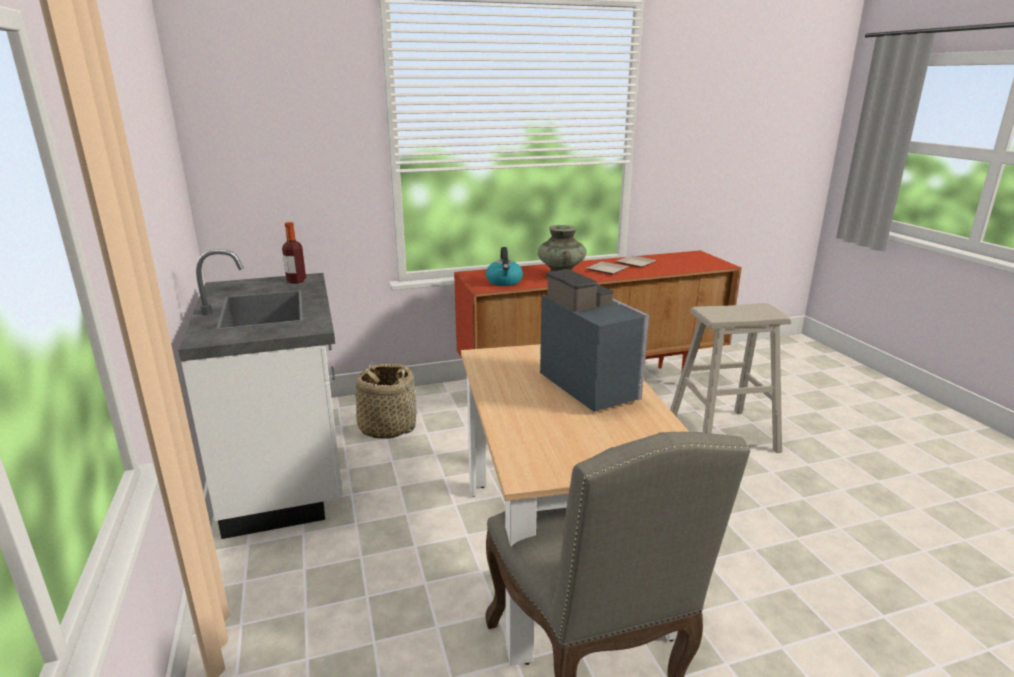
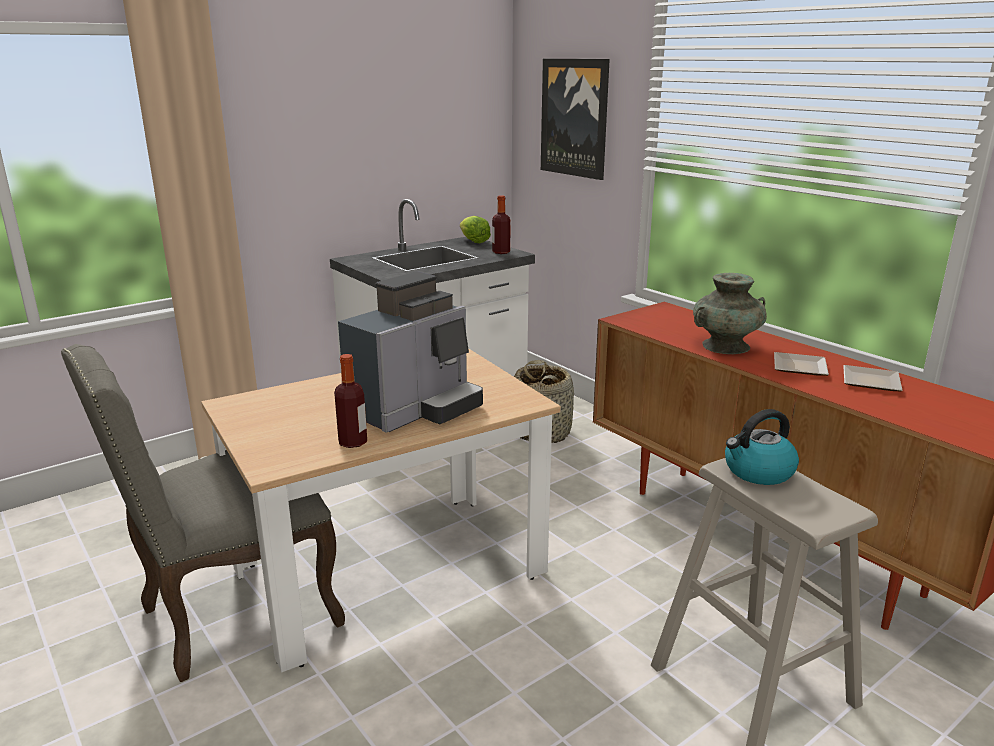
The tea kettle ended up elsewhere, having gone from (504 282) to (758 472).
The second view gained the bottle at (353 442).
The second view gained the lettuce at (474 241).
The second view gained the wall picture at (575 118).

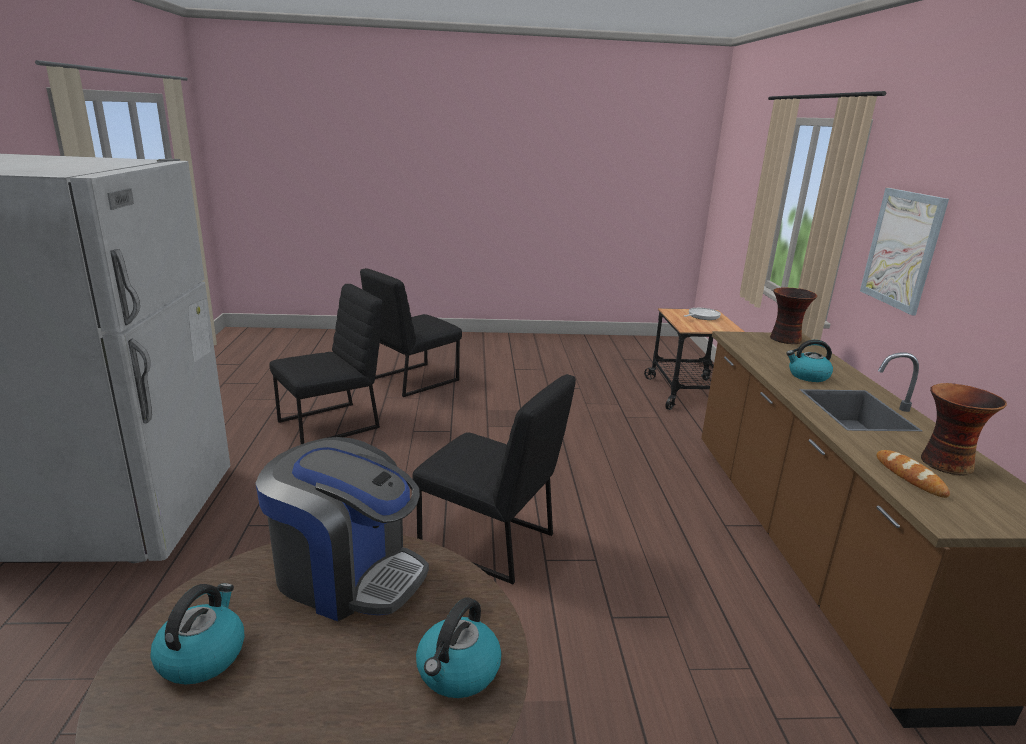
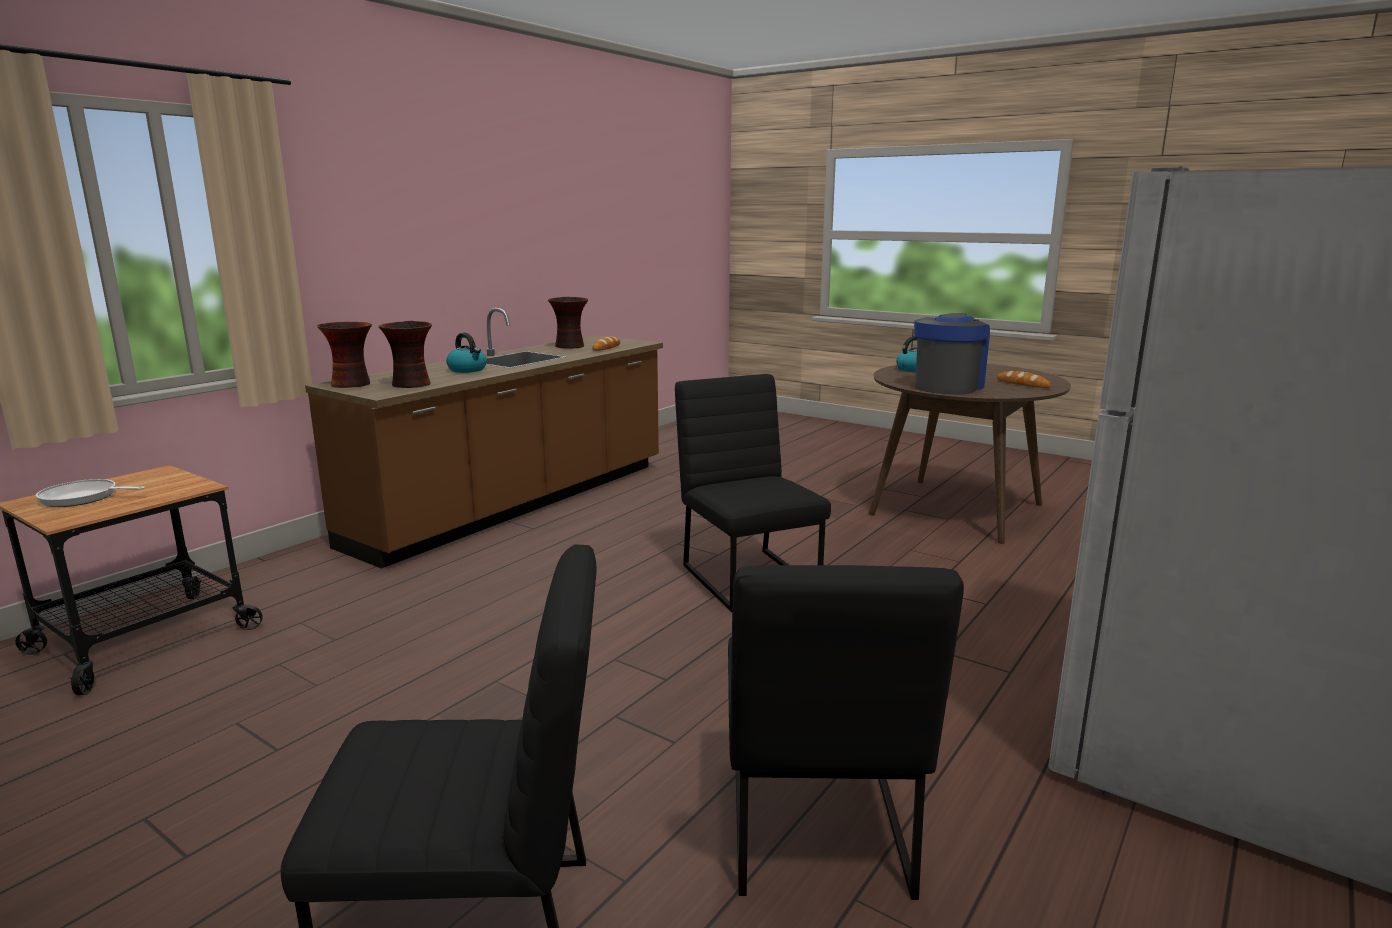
Where the tea kettle stood at (202 655), the baked bread came to stand at (1022 384).
The coffee maker at (347 574) ended up facing another way, 60 degrees clockwise from before.
The upright chair (blackish) at (332 424) ended up facing another way, 90 degrees counterclockwise from before.
The second view lost the wall picture at (902 249).
The second view gained the vase at (411 384).

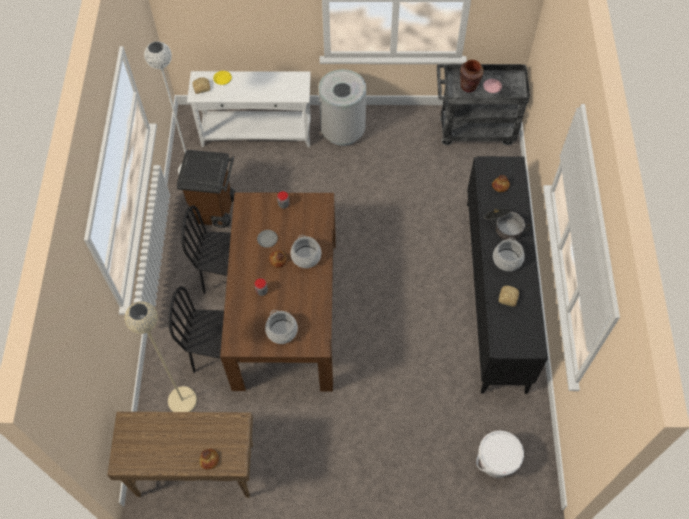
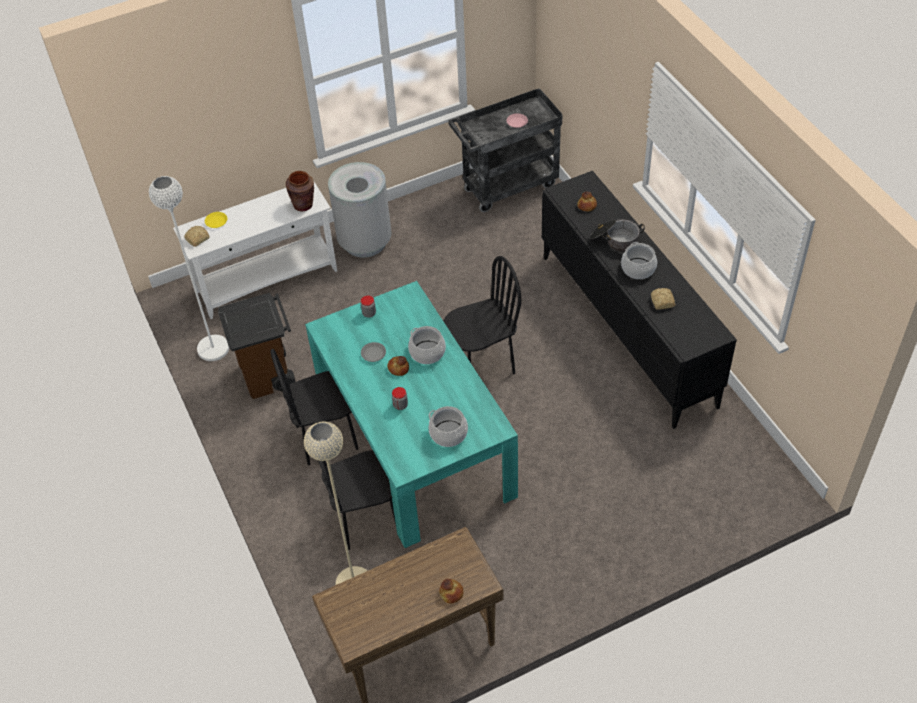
What was the kitchen table (brown) at (286 310) turned into the kitchen table (turquoise) at (414 441).
The vase (brown) ended up elsewhere, having gone from (468 86) to (303 205).
The second view lost the pail (white) at (496 461).
The second view gained the upright chair (blackish) at (482 365).

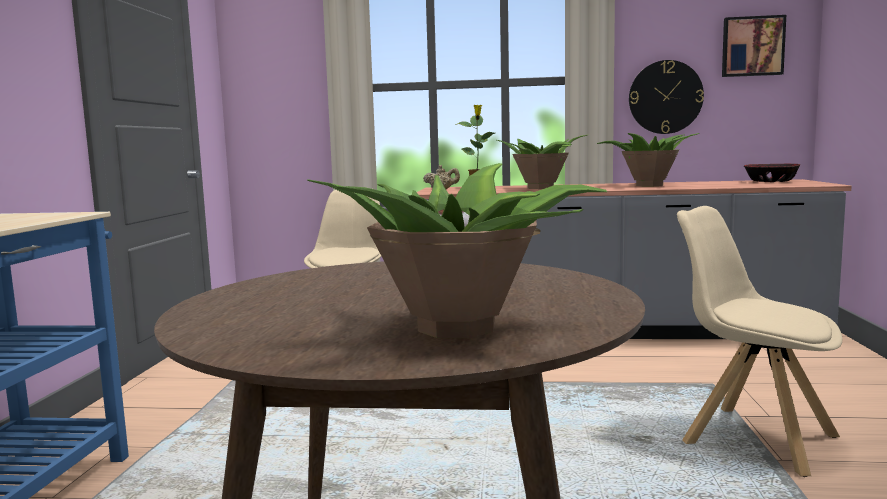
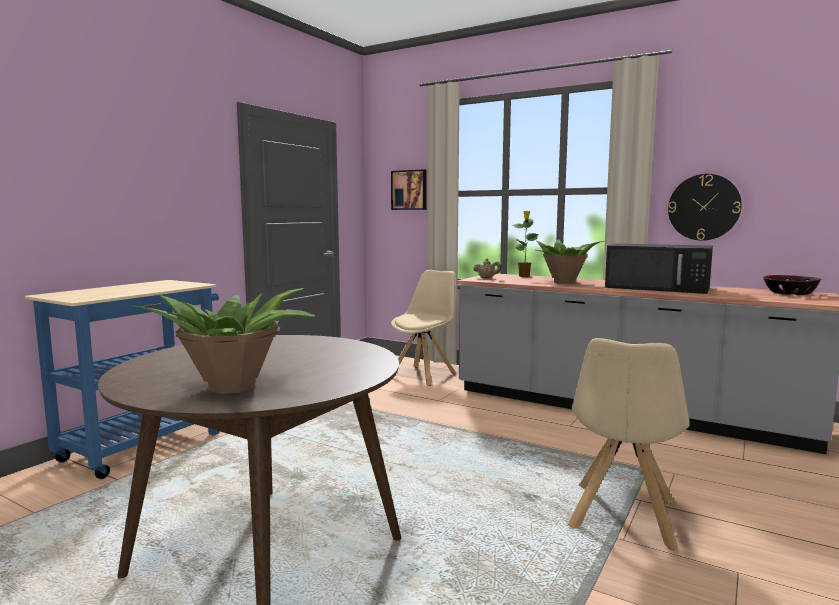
Where the houseplant stood at (648 185), the microwave oven (blackish) came to stand at (658 287).
The upright chair (sand-coloured) at (752 437) ended up facing another way, 135 degrees counterclockwise from before.
The wall picture ended up elsewhere, having gone from (752 46) to (409 190).

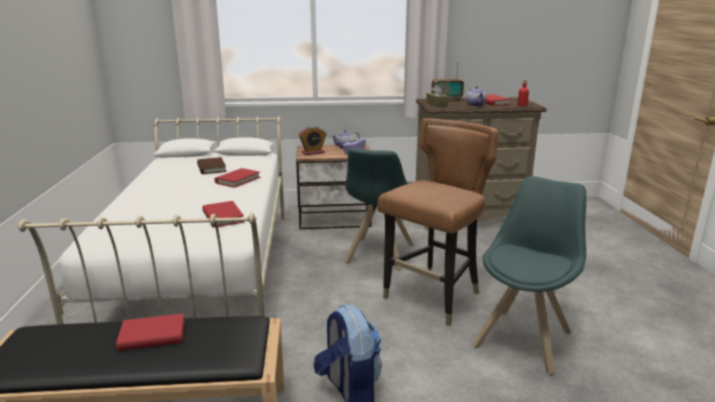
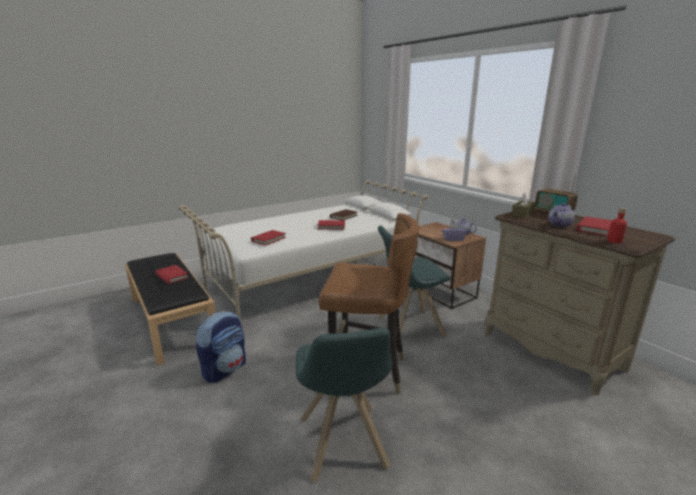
The second view lost the alarm clock at (313 152).
The upright chair (turquoise) at (524 339) ended up facing another way, 75 degrees clockwise from before.

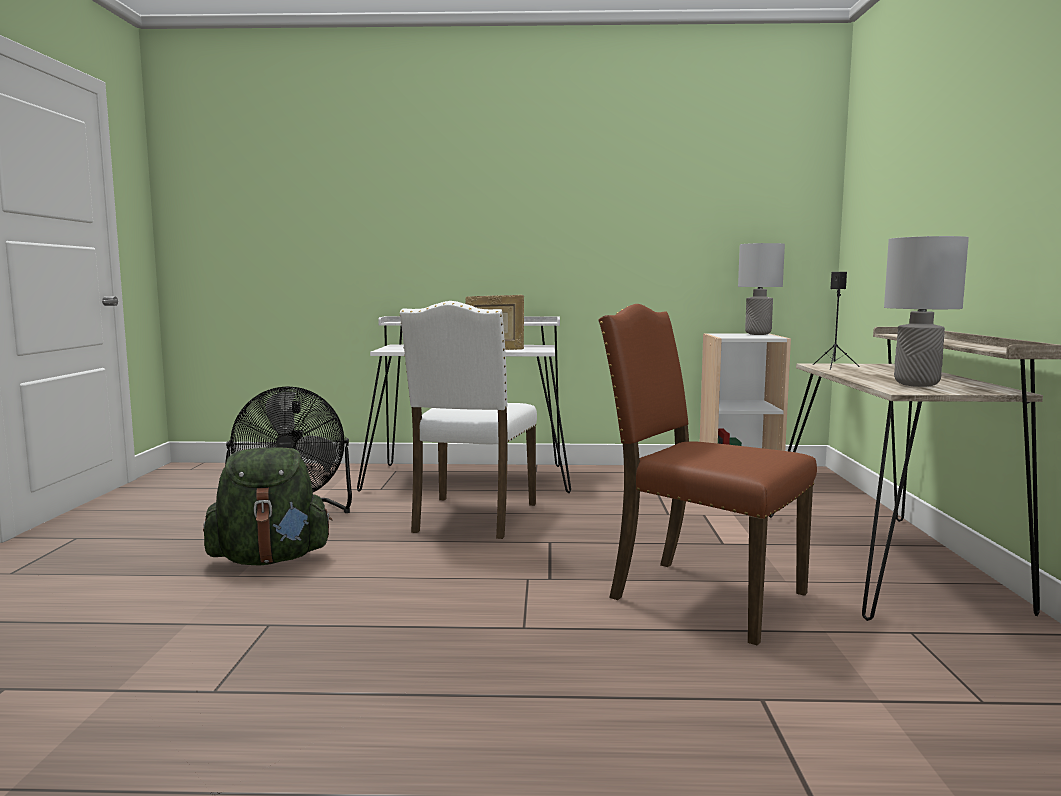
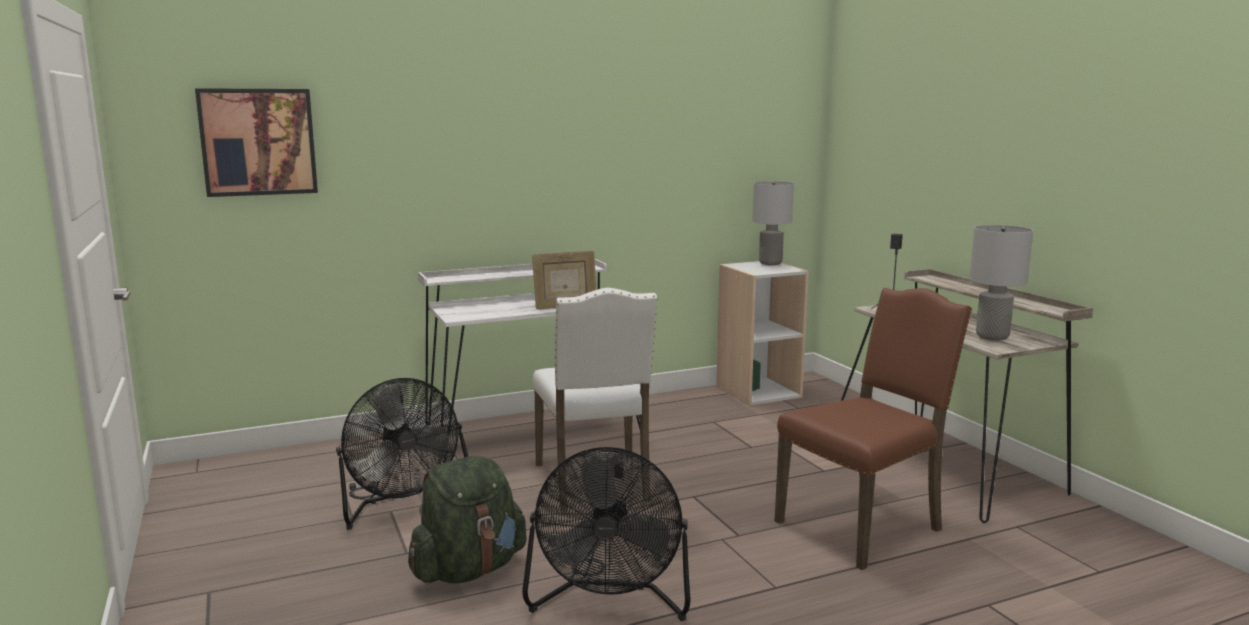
The upright chair (brown) at (702 596) ended up facing another way, 135 degrees clockwise from before.
The second view gained the wall picture at (258 142).
The second view gained the cooling fan (blackish) at (604 597).

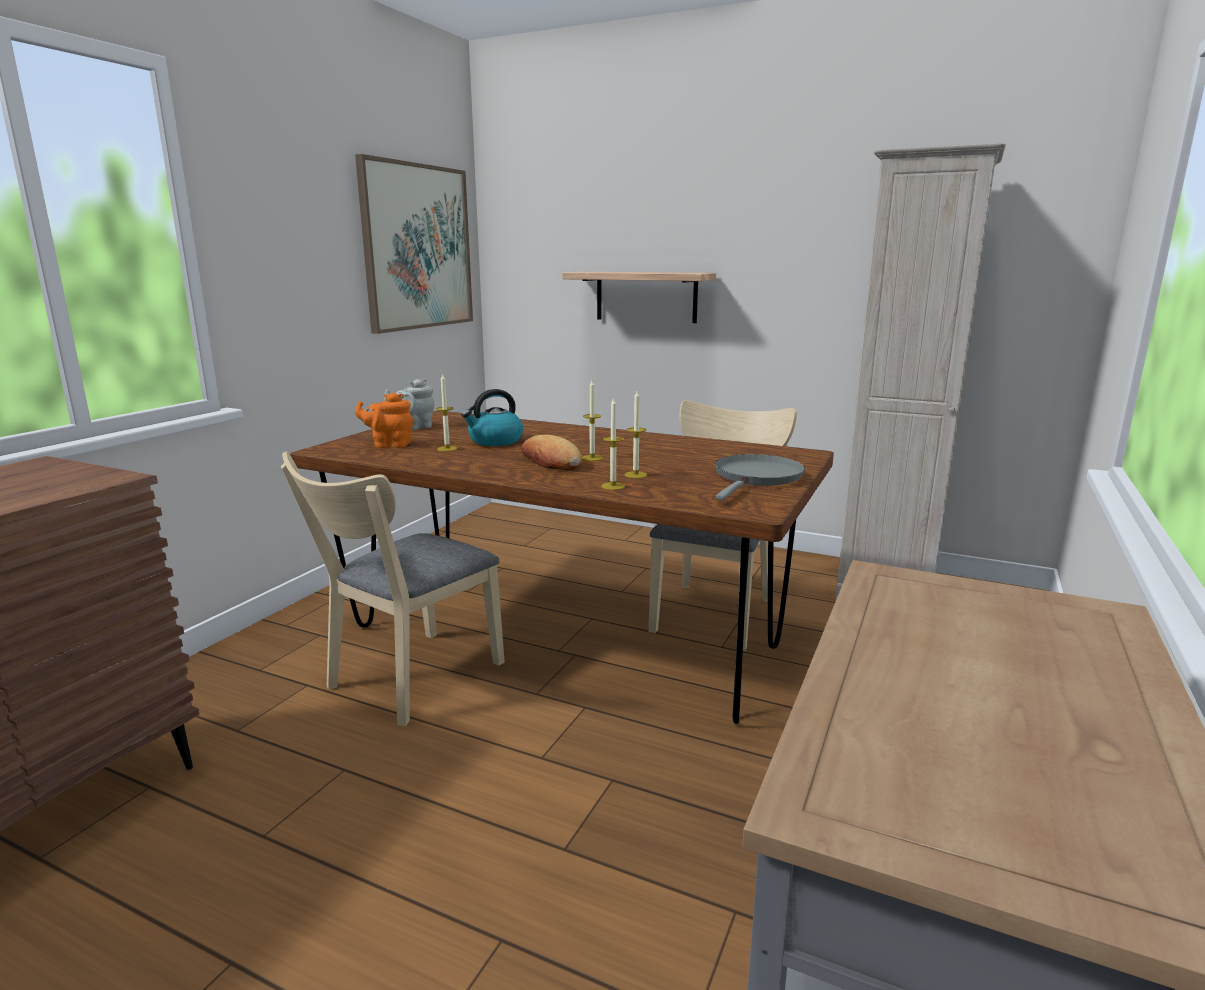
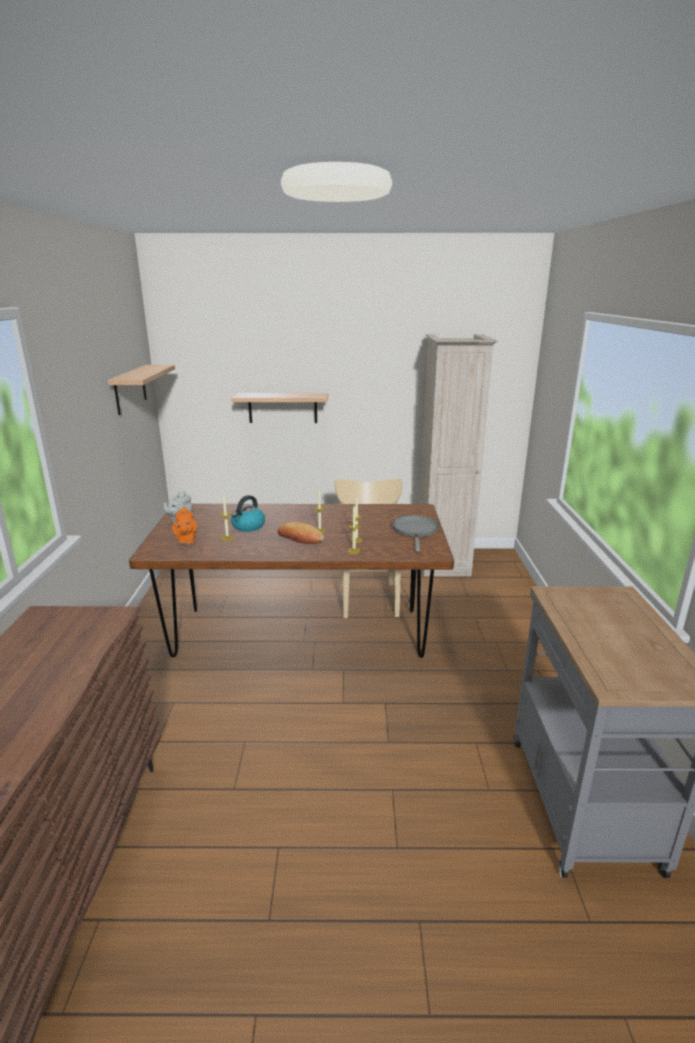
The second view lost the upright chair (sand-coloured) at (407 680).
Where the wall picture hung at (417 247), the shelf came to hang at (130 389).
The teapot (orangey) at (389 445) ended up facing another way, 75 degrees counterclockwise from before.

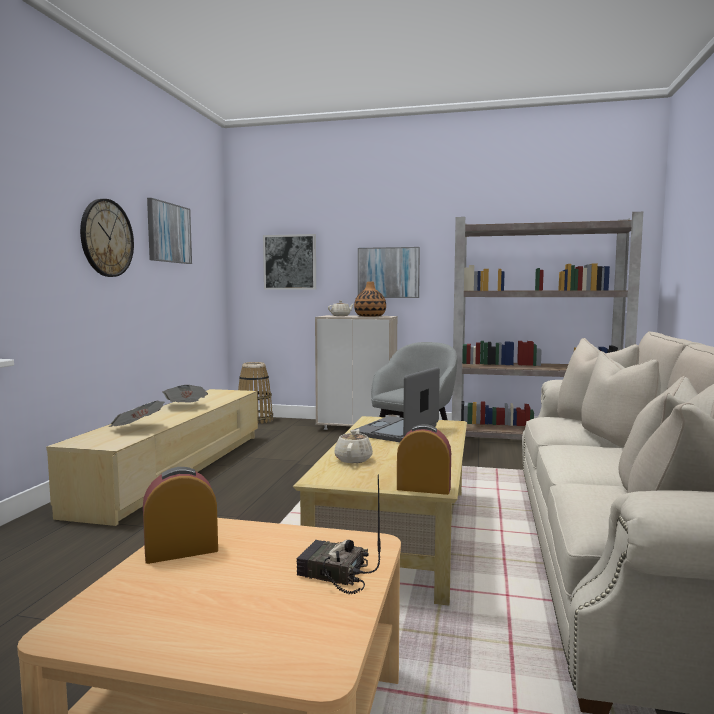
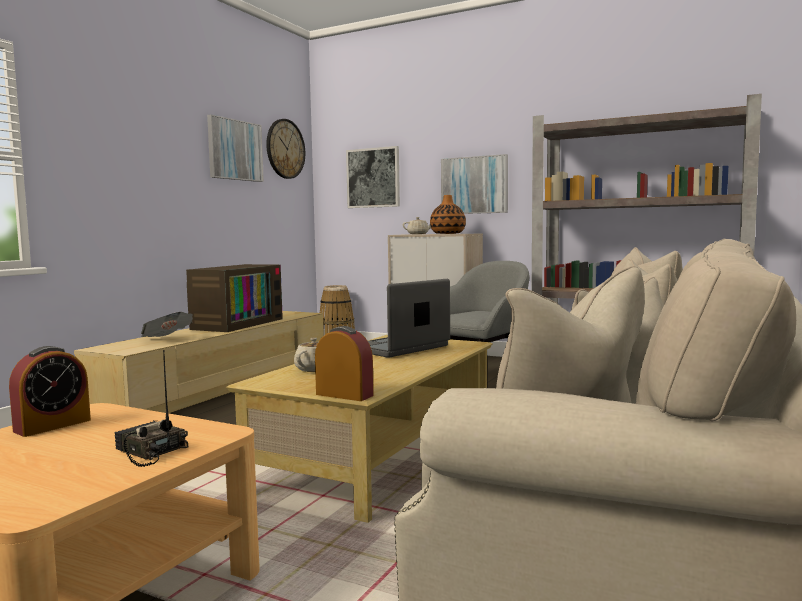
The clock on the wall ended up elsewhere, having gone from (106 238) to (285 149).
The alarm clock at (181 551) ended up facing another way, 135 degrees clockwise from before.
Where the printed paper stood at (186 406), the TV set came to stand at (236 324).

